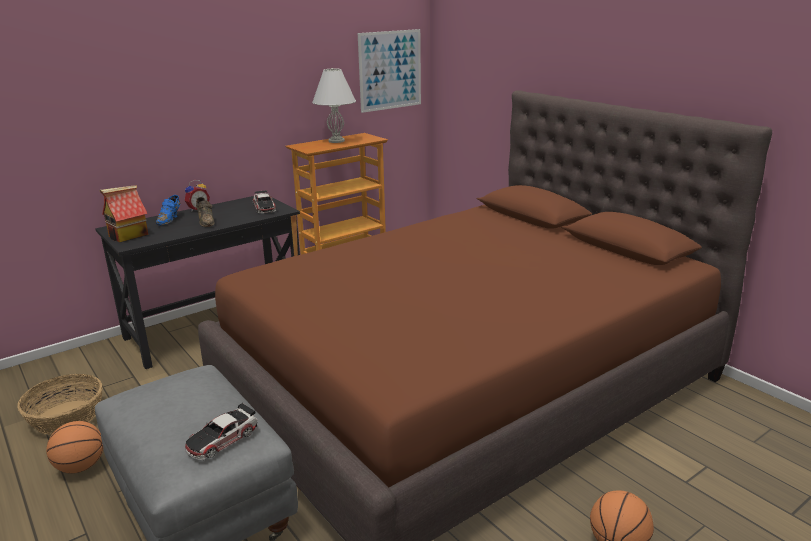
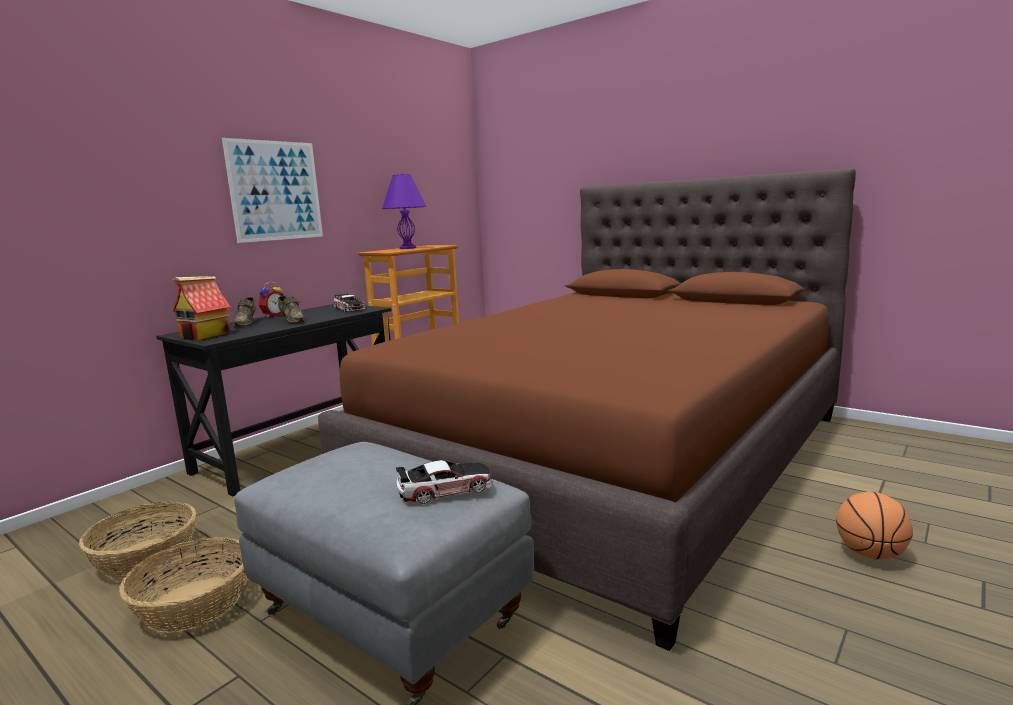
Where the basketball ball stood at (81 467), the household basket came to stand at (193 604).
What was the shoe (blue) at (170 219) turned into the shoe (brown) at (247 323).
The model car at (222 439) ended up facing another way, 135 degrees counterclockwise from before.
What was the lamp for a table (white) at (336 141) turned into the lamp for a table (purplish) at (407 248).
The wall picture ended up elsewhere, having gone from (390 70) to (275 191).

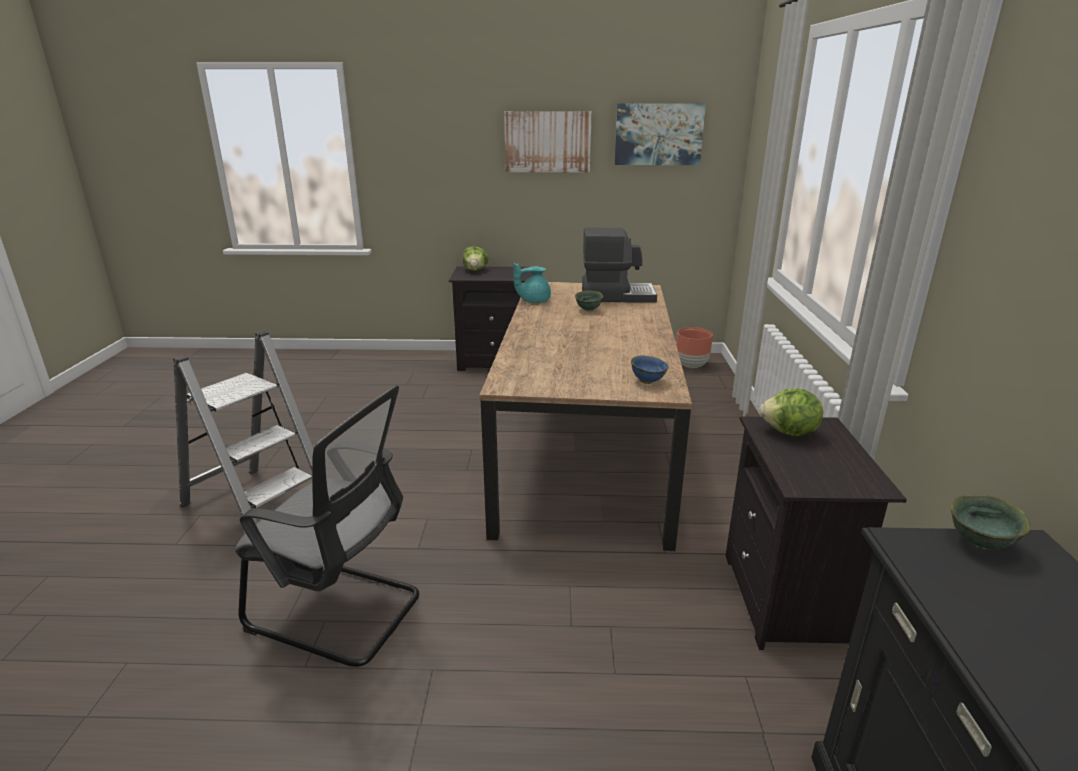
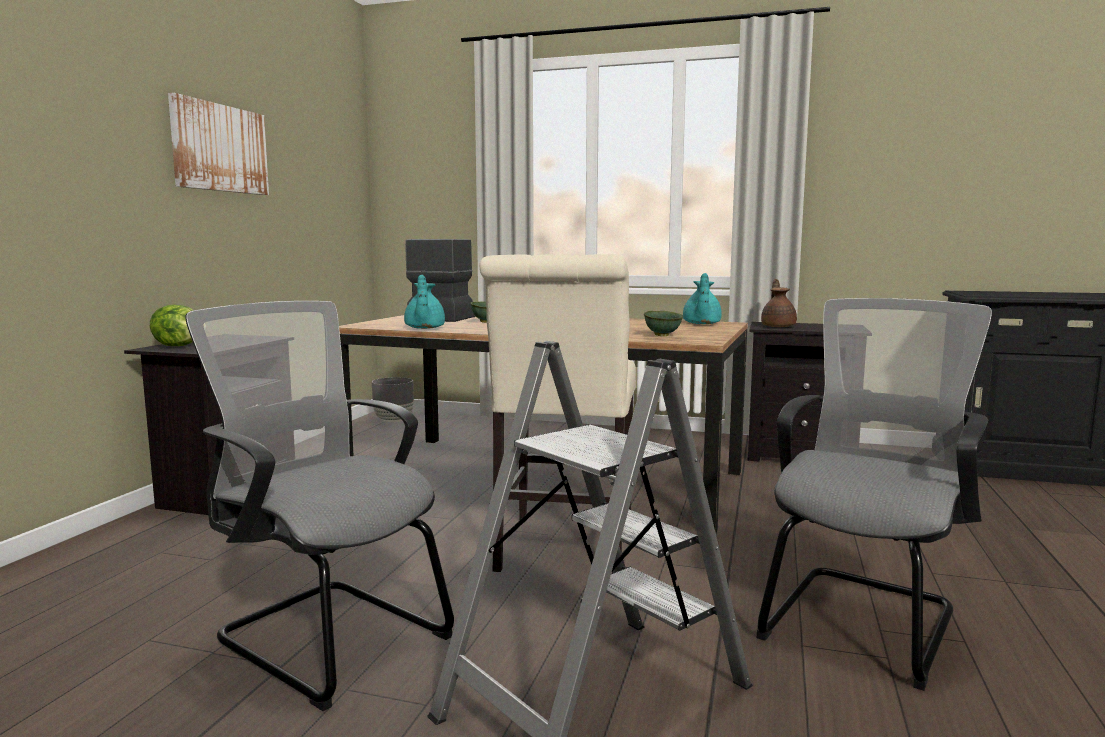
The second view lost the wall picture at (658 134).
Where the serving bowl (blue) stood at (647 381), the teapot (turquoise) came to stand at (701 324).
What was the planter (brown) at (691 365) turned into the planter (greyish) at (394 420).
Where the lettuce stood at (789 433), the teapot (brown) came to stand at (778 326).
The serving bowl (green-coloured) ended up elsewhere, having gone from (981 544) to (663 335).
The second view gained the upright chair at (329 635).
The second view gained the stool (sand-coloured) at (562 552).

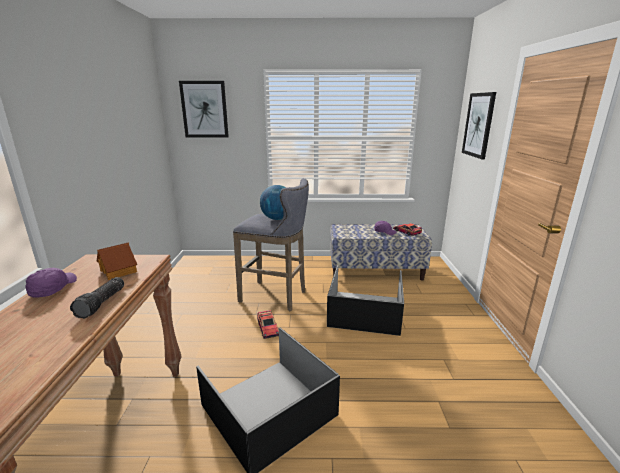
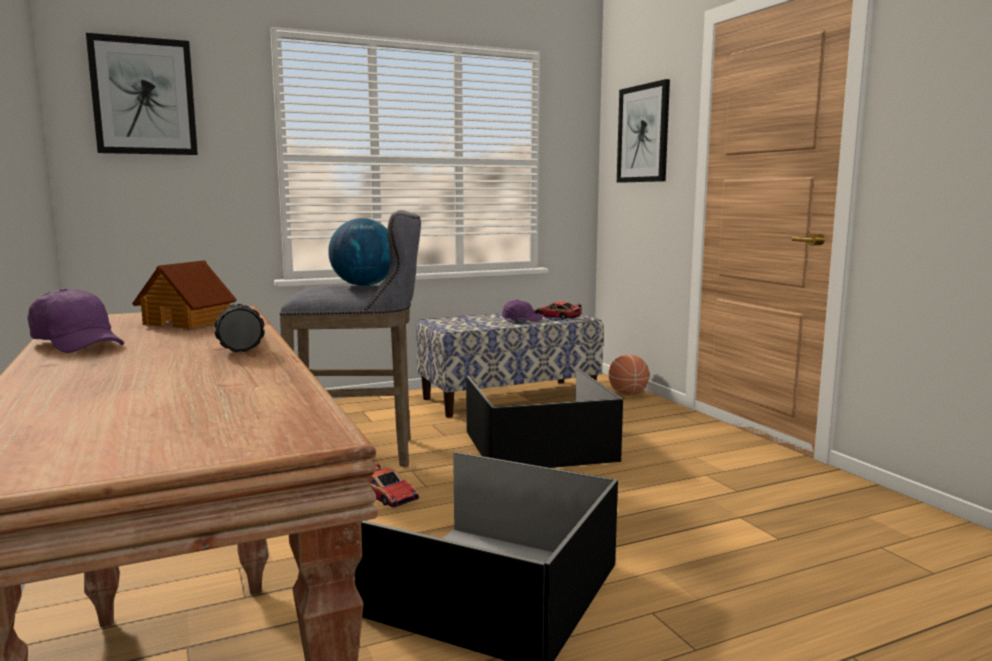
The cap (purplish) at (53 289) ended up facing another way, 150 degrees clockwise from before.
The second view gained the basketball ball at (628 393).

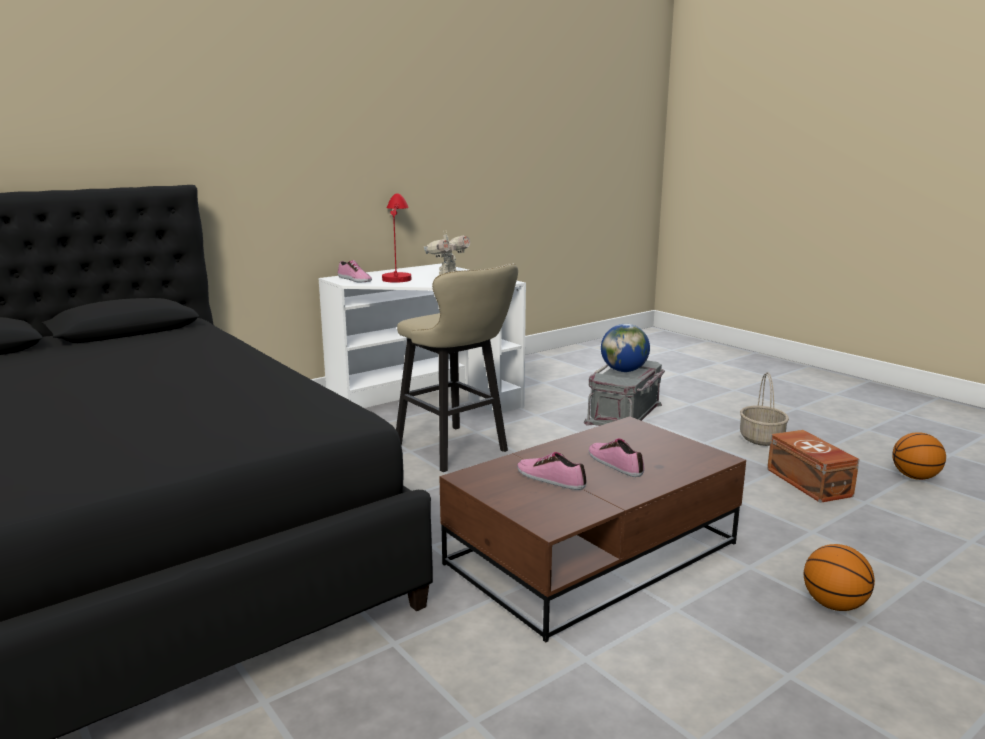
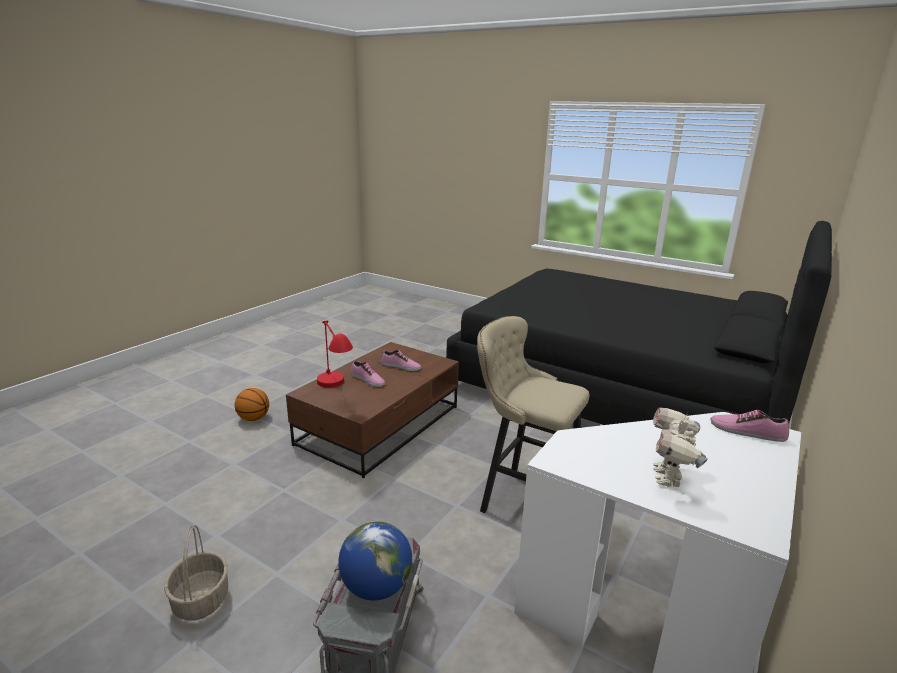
The lamp for a table (reddish) ended up elsewhere, having gone from (398 275) to (336 392).
The second view lost the storage box (brown) at (808 483).
The second view lost the basketball ball at (914 477).

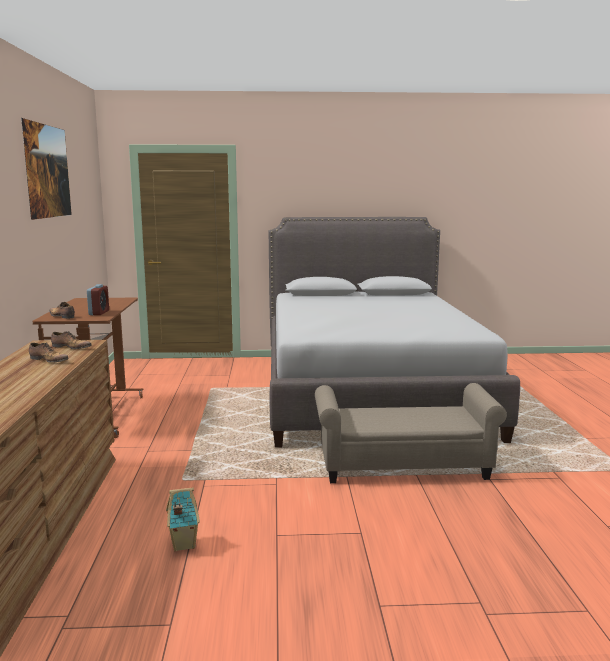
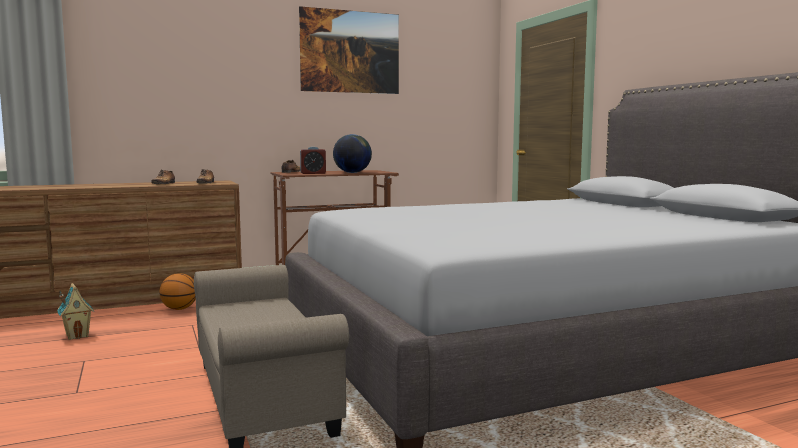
The second view gained the basketball ball at (179 309).
The second view gained the desk globe at (352 172).

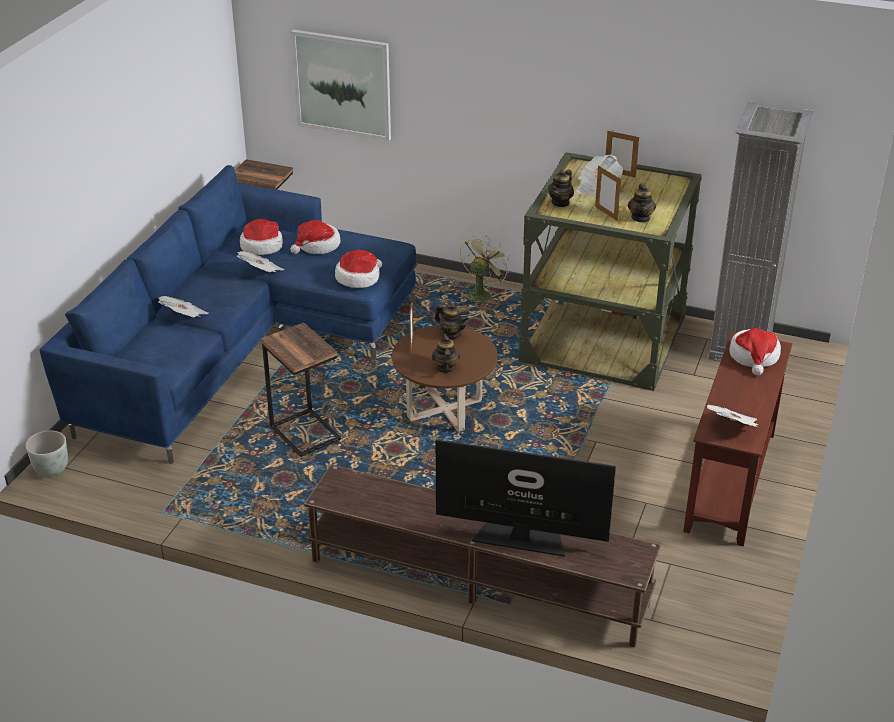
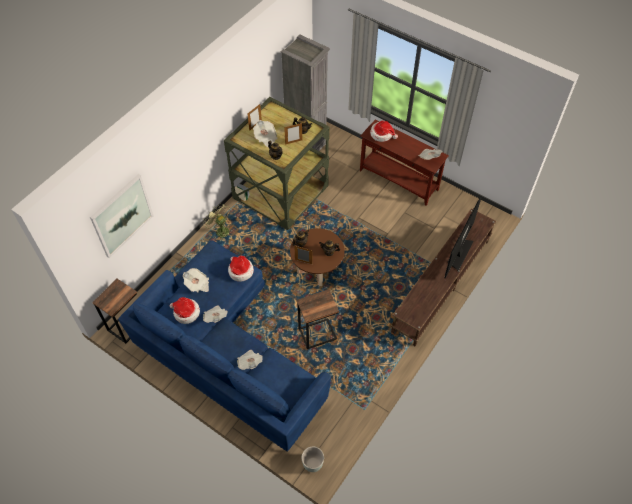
Where the hat stood at (317 246), the printed paper came to stand at (197 285).

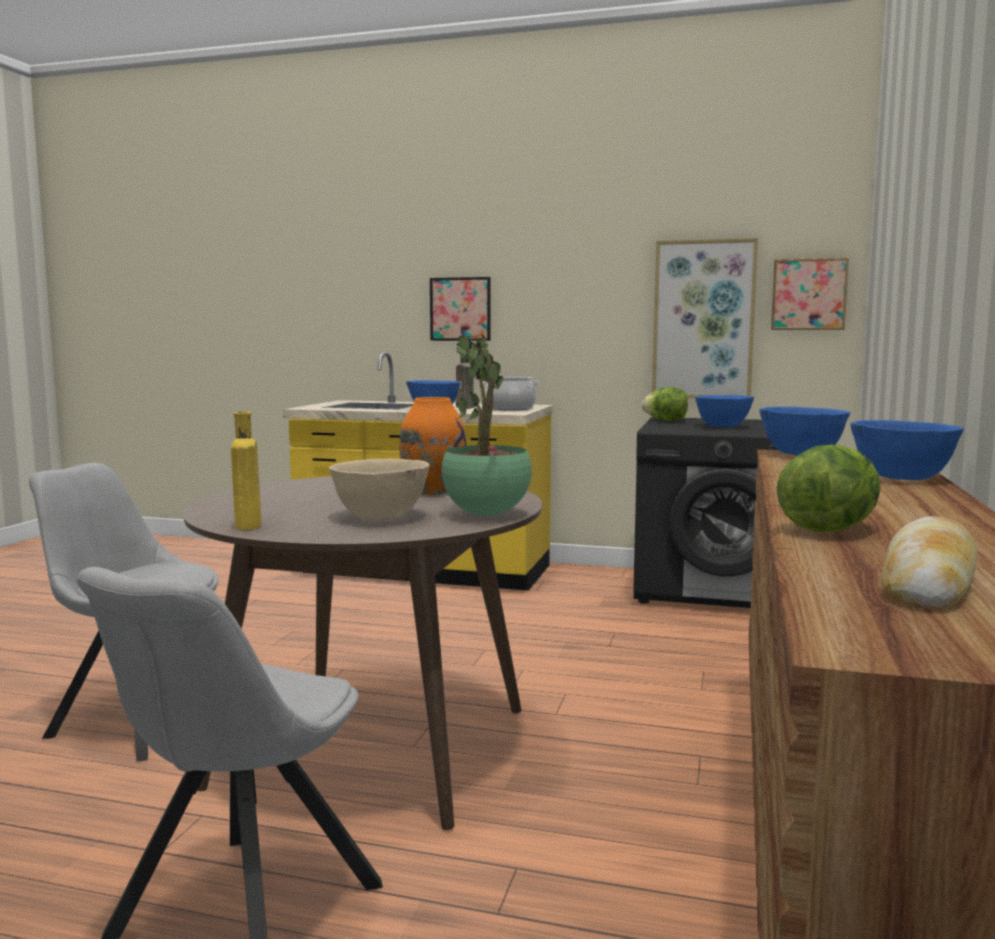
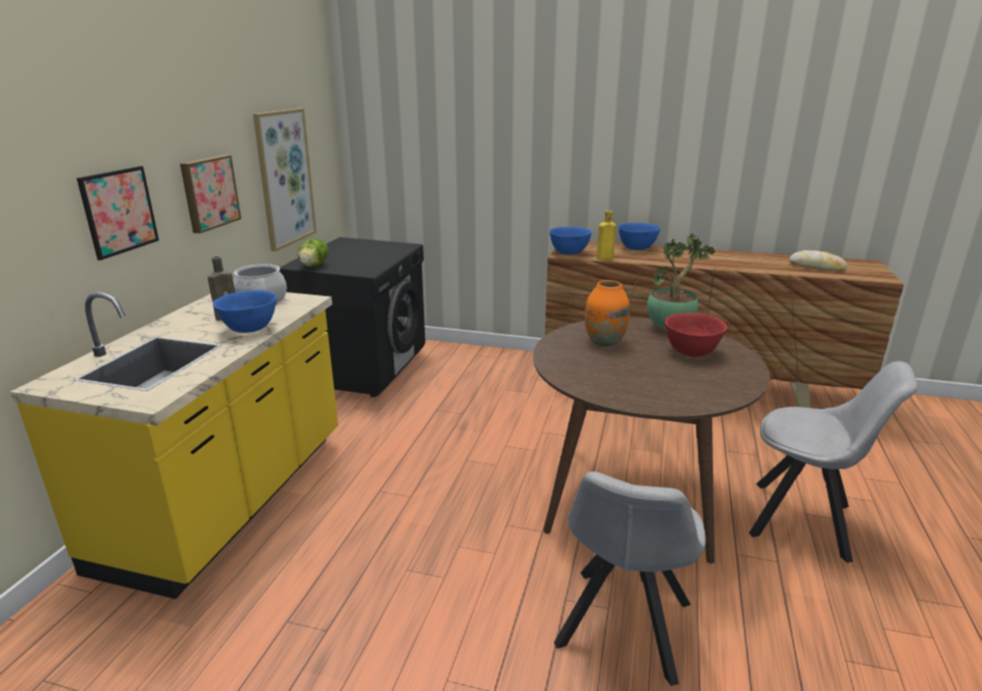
The bottle (yellow-coloured) ended up elsewhere, having gone from (248 525) to (603 258).
What was the serving bowl (sand-coloured) at (381 517) turned into the serving bowl (reddish) at (692 351).
The second view lost the serving bowl (blue) at (723 426).
The wall picture ended up elsewhere, having gone from (808 294) to (209 192).
The second view lost the lettuce at (828 529).

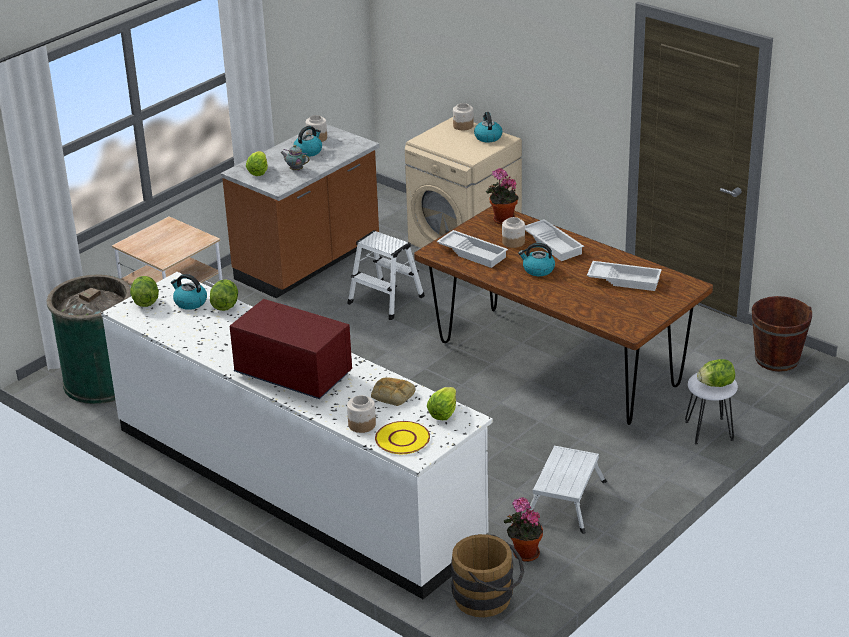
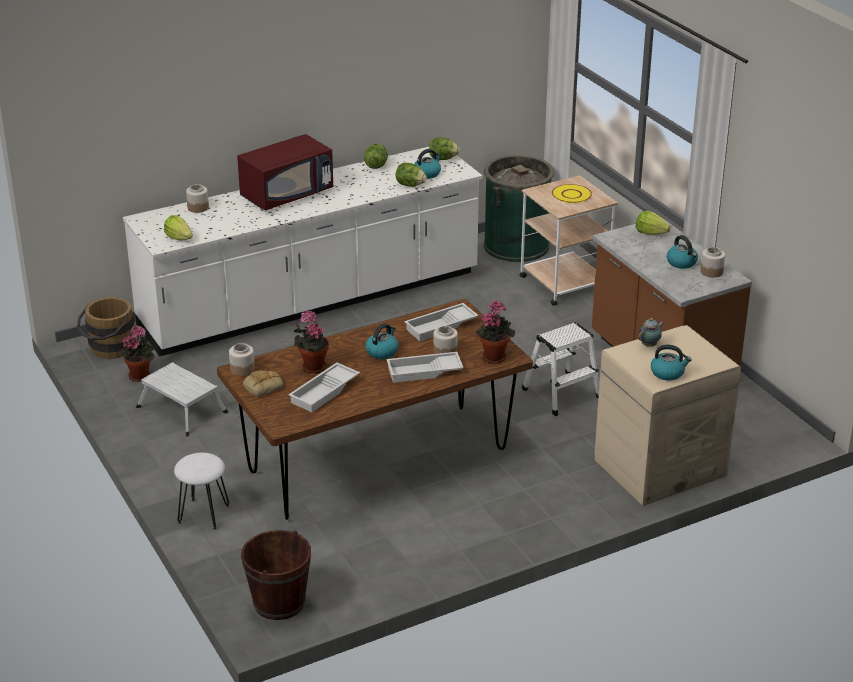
The teapot ended up elsewhere, having gone from (295 169) to (650 345).
The baked bread ended up elsewhere, having gone from (392 395) to (263 386).
The dinner plate (yellow-coloured) ended up elsewhere, having gone from (402 439) to (571 195).
The storage jar ended up elsewhere, having gone from (463 126) to (242 369).
The lettuce ended up elsewhere, having gone from (716 384) to (376 165).
The second view gained the houseplant at (312 366).

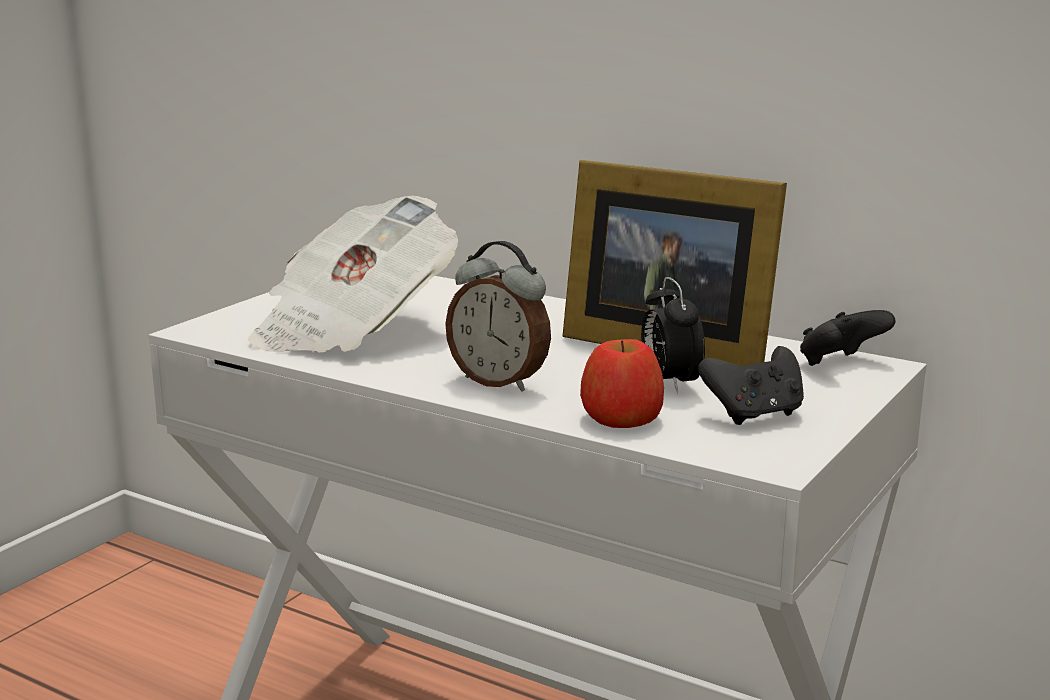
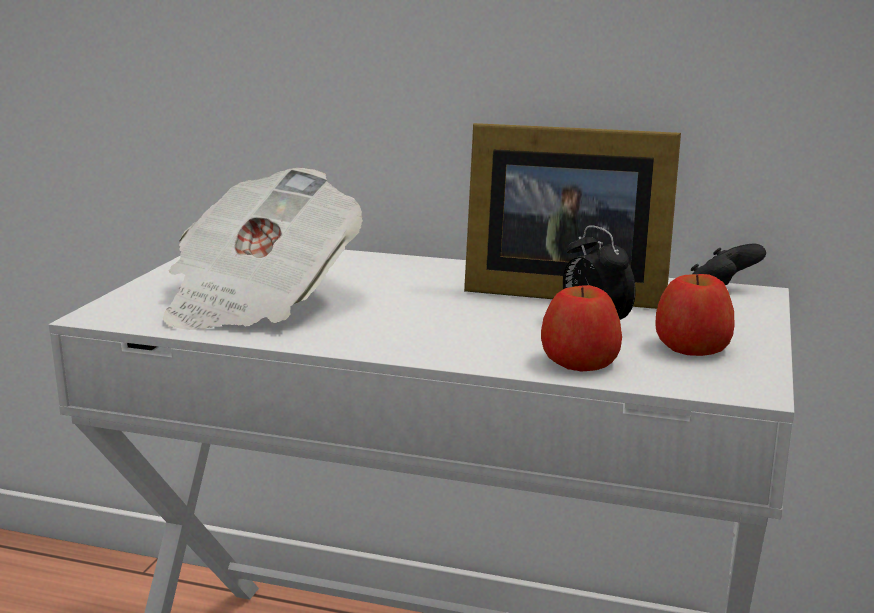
The second view lost the alarm clock at (500 382).
Where the gamepad (blackish) stood at (755 415), the apple fruit came to stand at (693 346).

